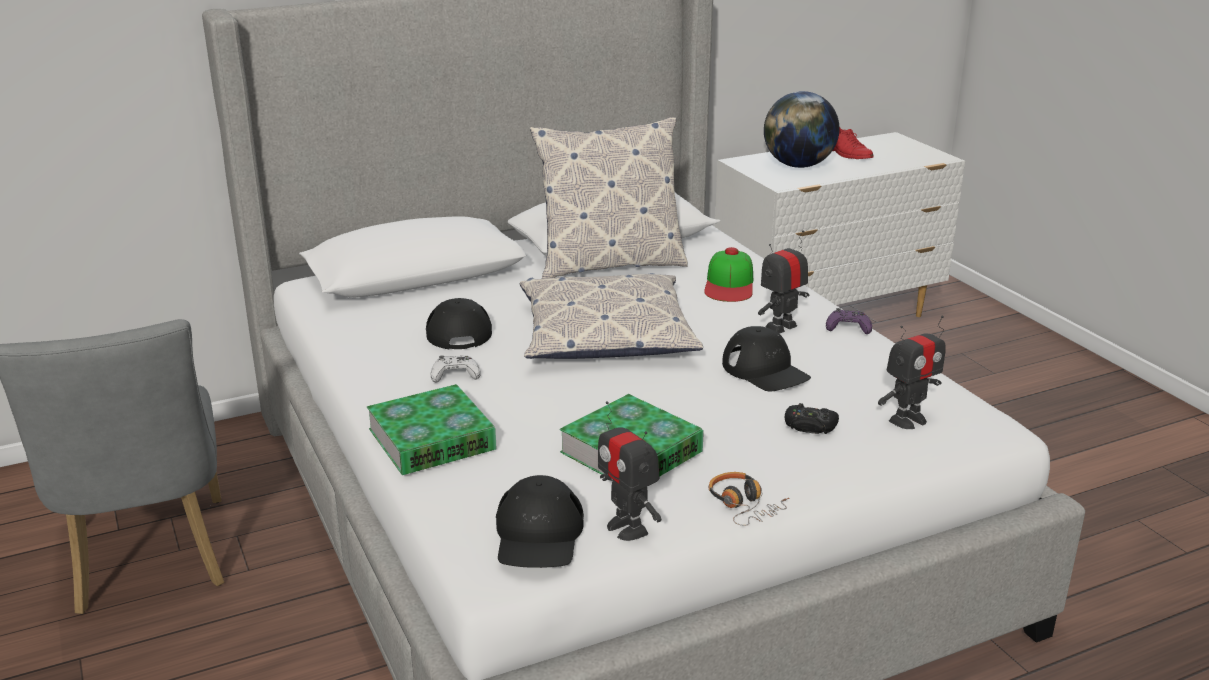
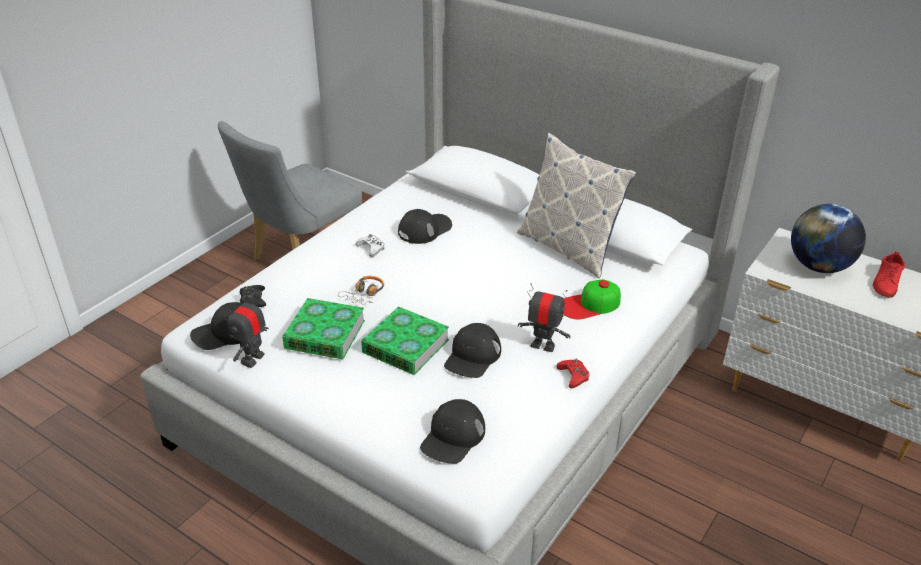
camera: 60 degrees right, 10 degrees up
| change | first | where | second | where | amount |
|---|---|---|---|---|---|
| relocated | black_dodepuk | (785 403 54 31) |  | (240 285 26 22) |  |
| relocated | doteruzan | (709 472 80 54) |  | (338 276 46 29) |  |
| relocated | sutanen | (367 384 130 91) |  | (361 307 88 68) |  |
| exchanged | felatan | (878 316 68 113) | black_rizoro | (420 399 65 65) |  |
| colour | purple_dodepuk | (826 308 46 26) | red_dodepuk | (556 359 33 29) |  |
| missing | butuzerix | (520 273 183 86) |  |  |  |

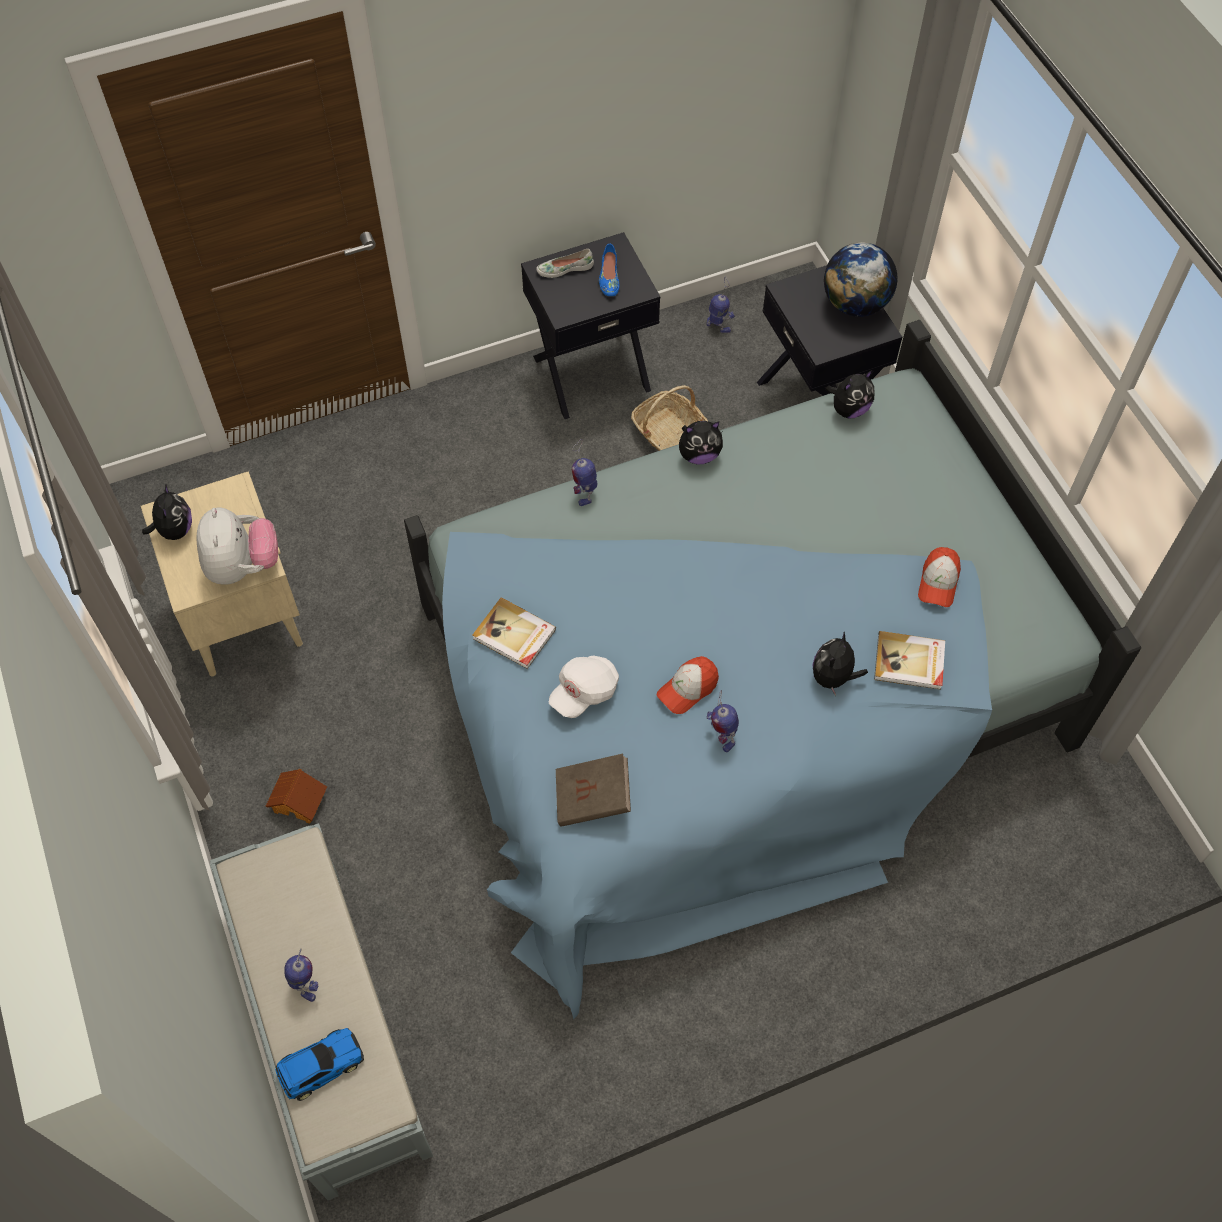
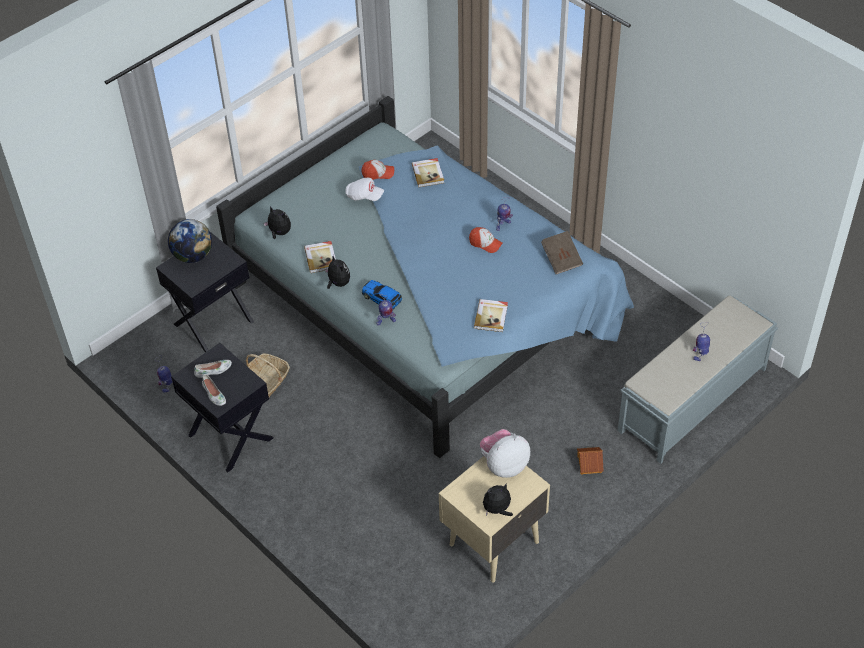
camera: 110 degrees left, 10 degrees down
| change | first | where | second | where | amount |
|---|---|---|---|---|---|
| colour | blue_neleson | (599 244 20 52) | white_neleson | (194 360 38 18) |  |
| appeared |  |  | sutanen | (304 241 32 32) |  |
| relocated | white_rizoro | (549 656 70 62) |  | (346 177 38 24) |  |
| relocated | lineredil | (275 1028 89 73) |  | (362 280 40 29) |  |
| missing | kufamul | (813 632 55 64) |  |  |  |

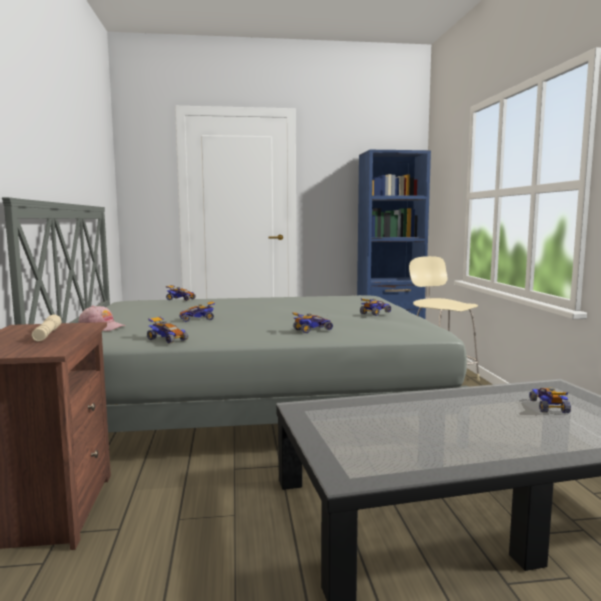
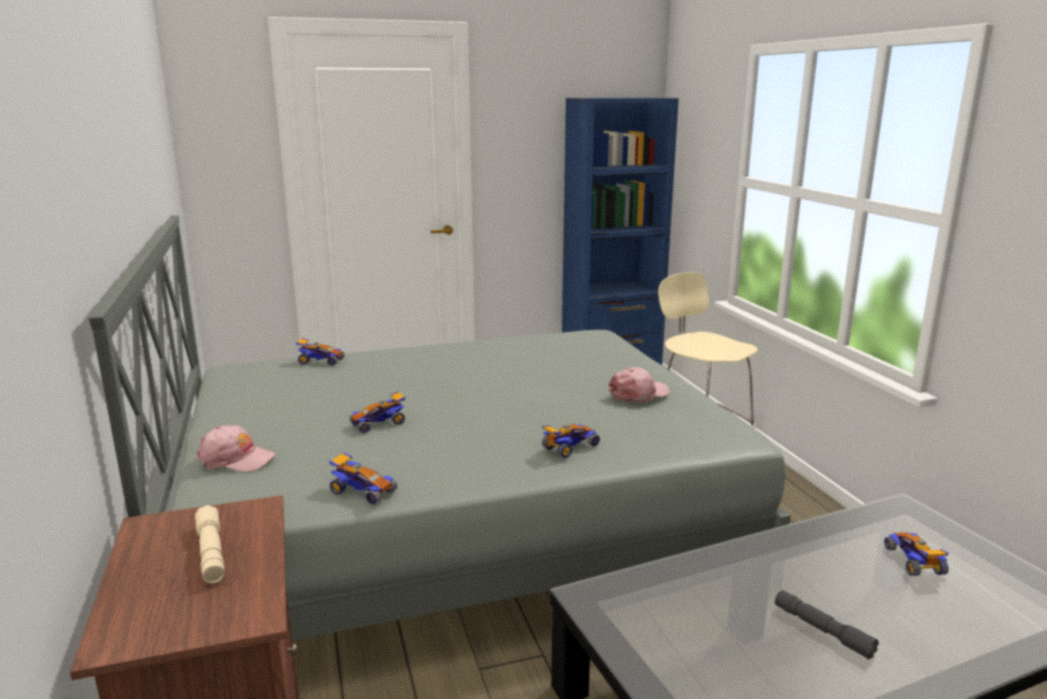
camera: 10 degrees left, 10 degrees up
| change | first | where | second | where | amount |
|---|---|---|---|---|---|
| exchanged | lineredil | (360 298 31 18) | pink_rizoro | (609 367 61 35) |  |
| appeared |  |  | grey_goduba | (775 590 104 70) |  |

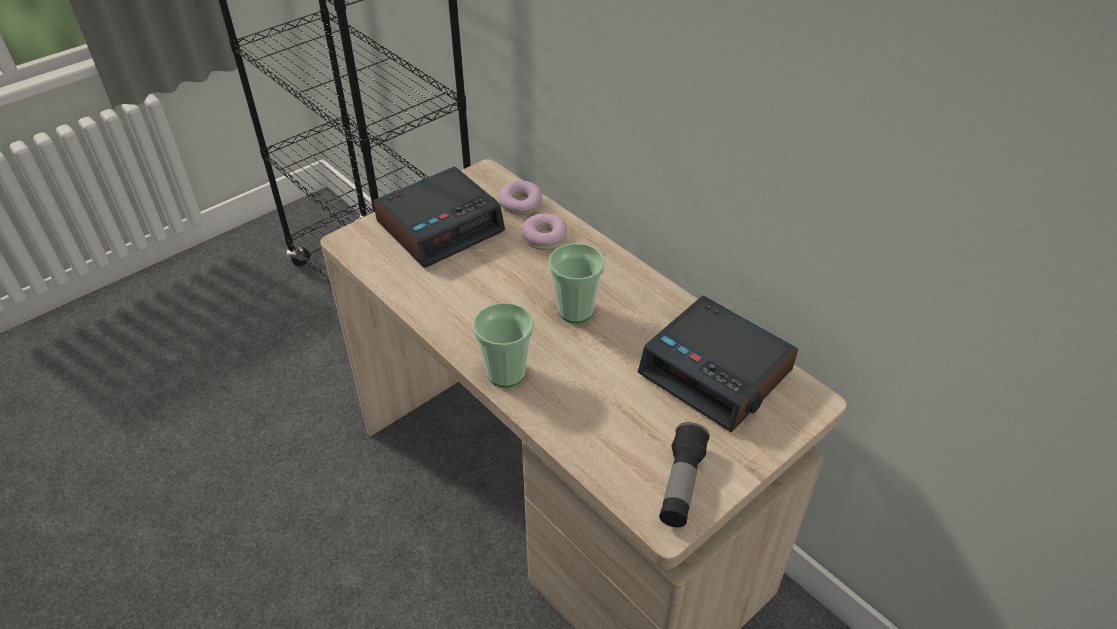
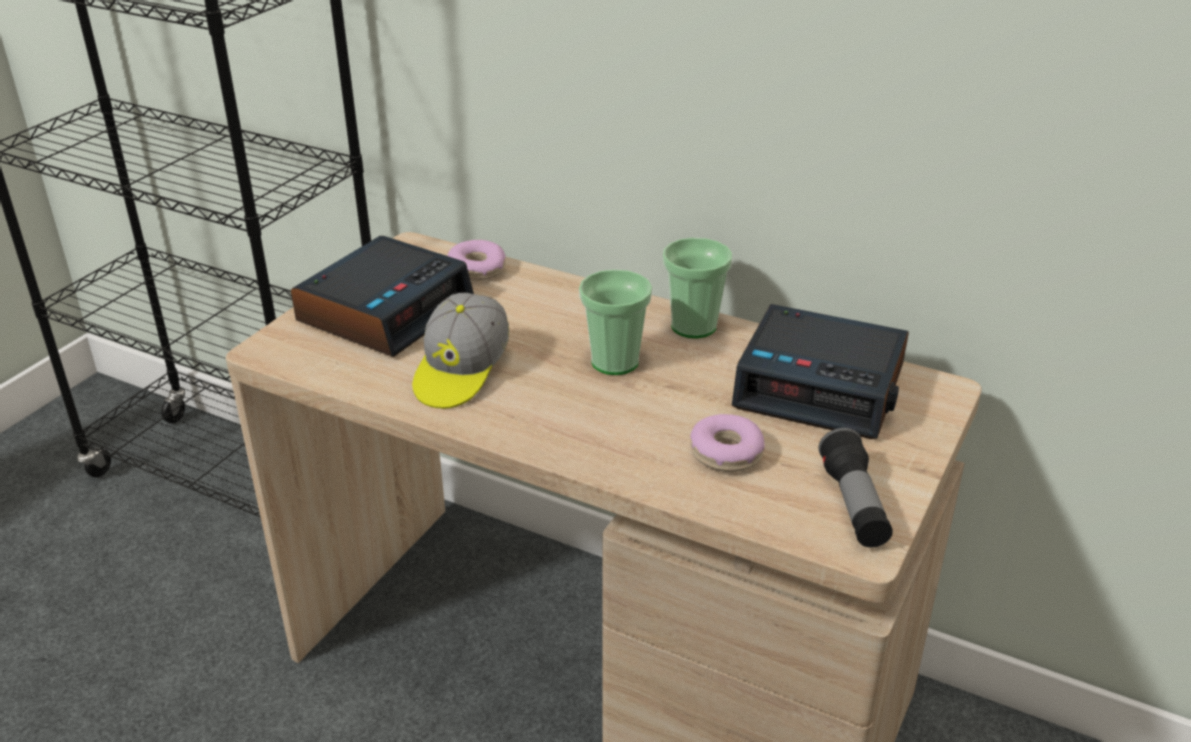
camera: 20 degrees left, 10 degrees down
| change | first | where | second | where | amount |
|---|---|---|---|---|---|
| appeared |  |  | rizoro | (412 293 97 116) |  |
| relocated | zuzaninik | (473 302 61 86) |  | (663 238 69 100) |  |
| relocated | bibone | (521 213 46 37) |  | (690 414 75 58) |  |

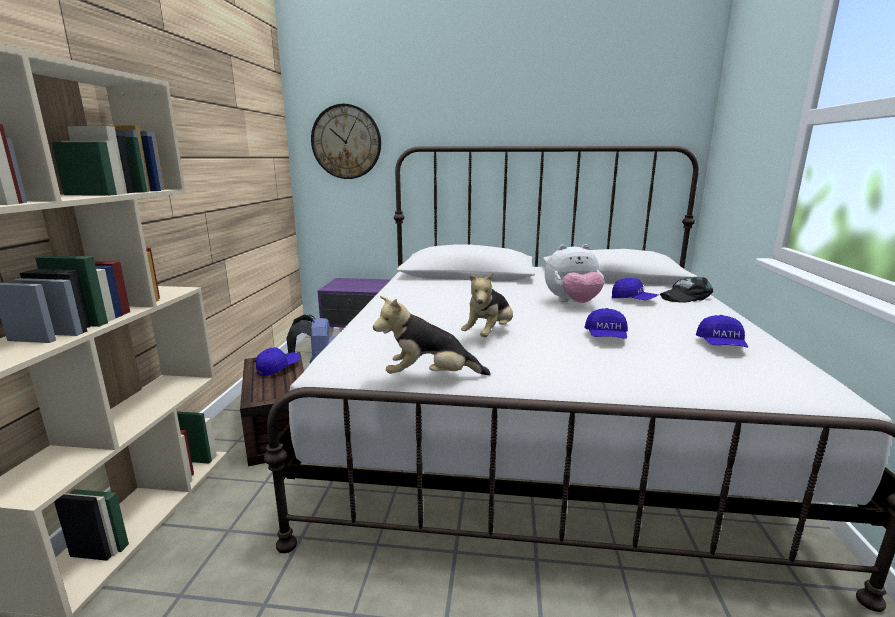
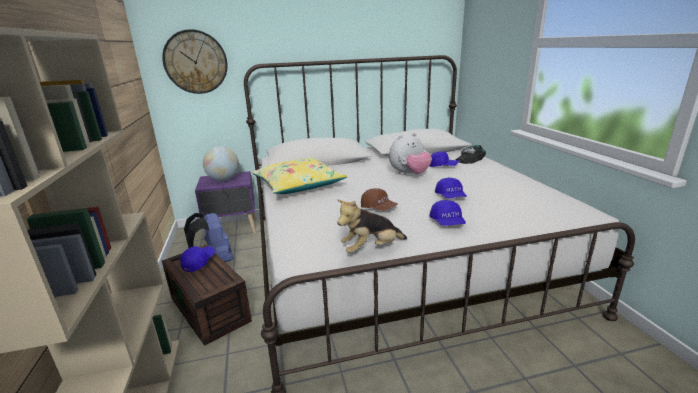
camera: 20 degrees left, 5 degrees up
| change | first | where | second | where | amount |
|---|---|---|---|---|---|
| appeared |  |  | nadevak | (203 146 36 35) |  |
| appeared |  |  | yellow_butuzerix | (252 158 95 36) |  |
| exchanged | kufamul | (461 272 52 65) | brown_rizoro | (361 188 36 23) |  |
| relocated | blue_rizoro | (696 315 52 33) |  | (430 200 36 26) |  |

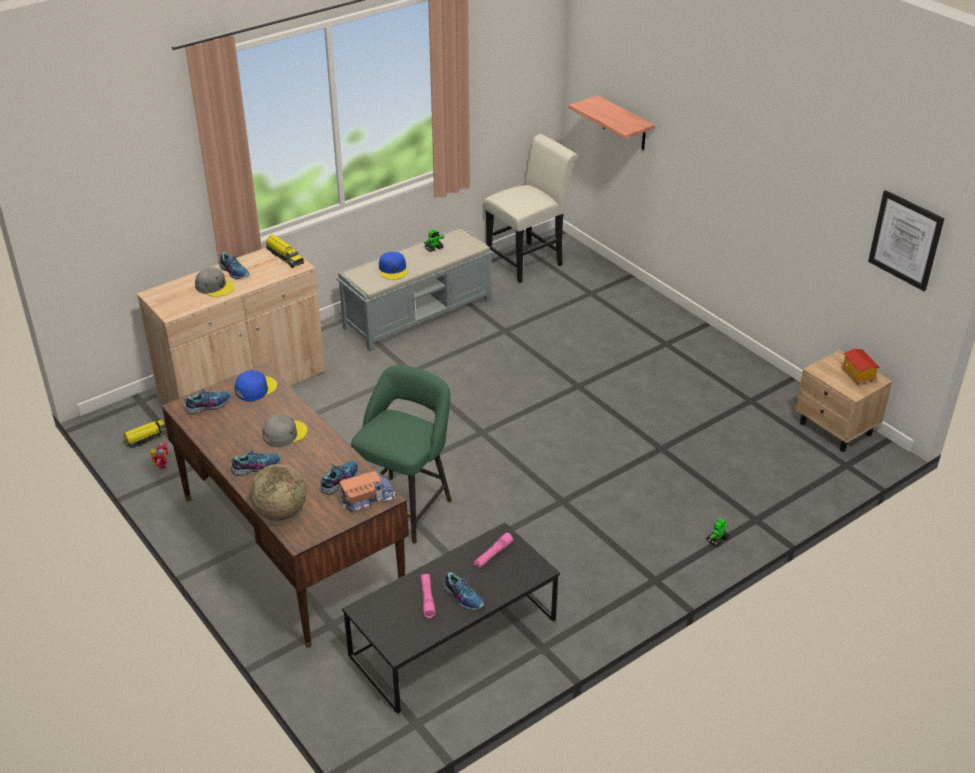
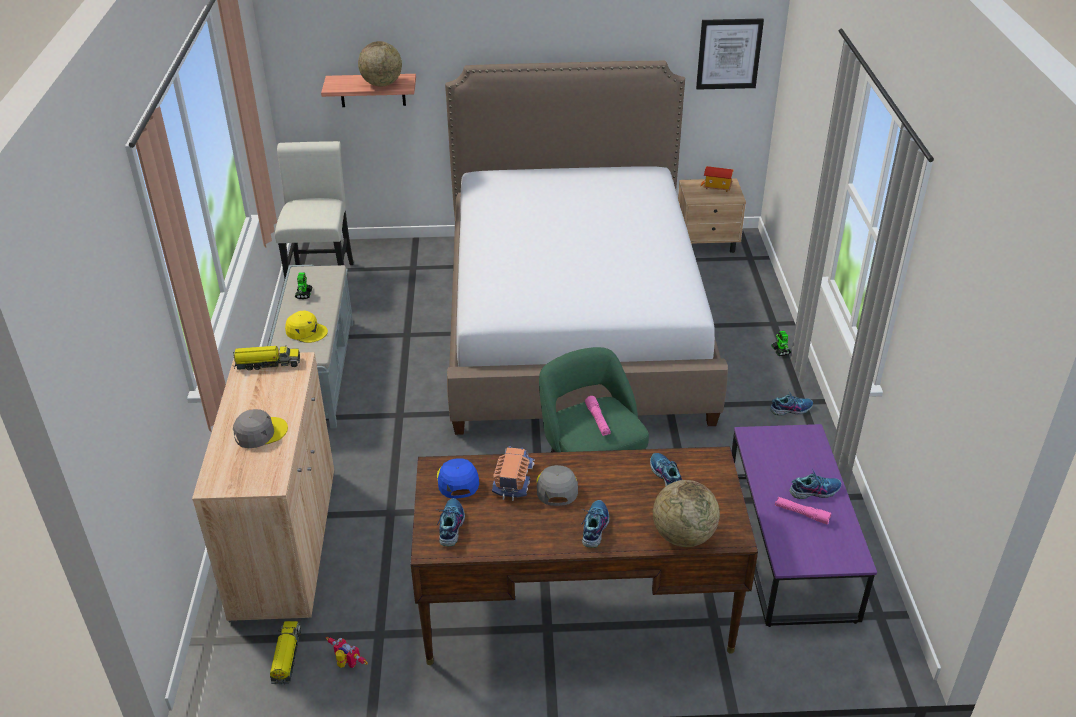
camera: 55 degrees left, 0 degrees up
| change | first | where | second | where | amount |
|---|---|---|---|---|---|
| colour | blue_rizoro | (379 252 28 28) | yellow_rizoro | (285 310 43 33) |  |
| appeared |  |  | nadevak | (358 41 44 46) |  |
| appeared |  |  | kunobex | (445 61 283 374) |  |
| relocated | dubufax | (339 471 57 41) |  | (492 446 43 55) |  |
| relocated | pink_goduba | (474 533 39 35) |  | (585 396 26 39) |  |
| colour | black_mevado | (342 522 218 192) | purple_mevado | (731 424 146 203) |  |
| relocated | neleson | (219 252 31 27) |  | (770 391 43 25) |  |

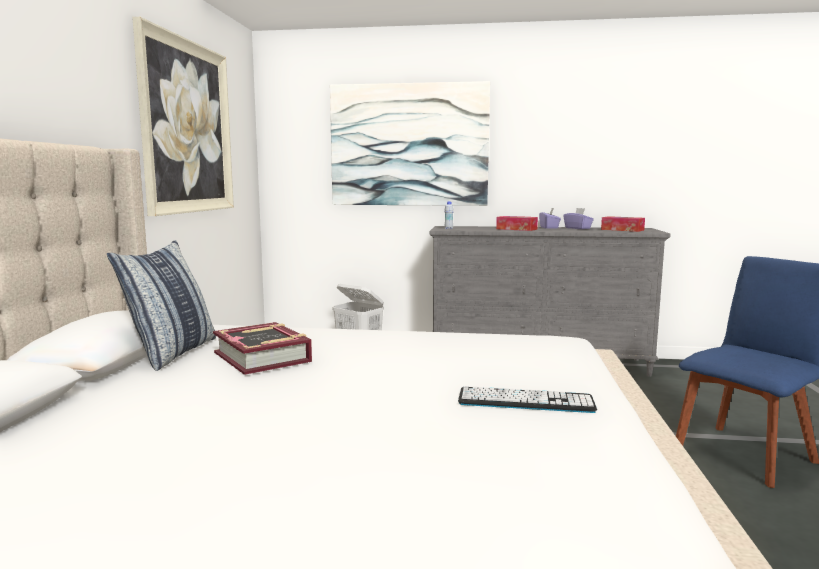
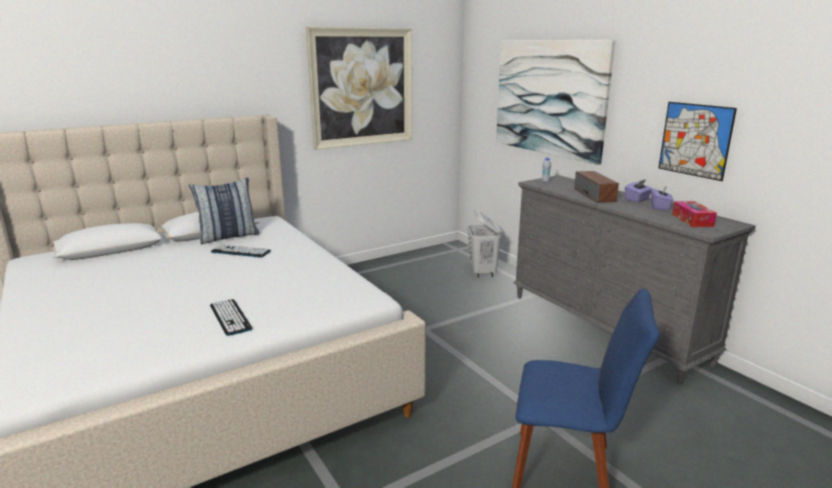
camera: 50 degrees right, 10 degrees up
| change | first | where | second | where | amount |
|---|---|---|---|---|---|
| exchanged | sutanen | (213 322 99 53) | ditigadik | (211 244 60 14) |  |
| exchanged | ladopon | (496 216 42 15) | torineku | (574 171 45 32) |  |
| appeared |  |  | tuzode | (659 102 78 79) |  |

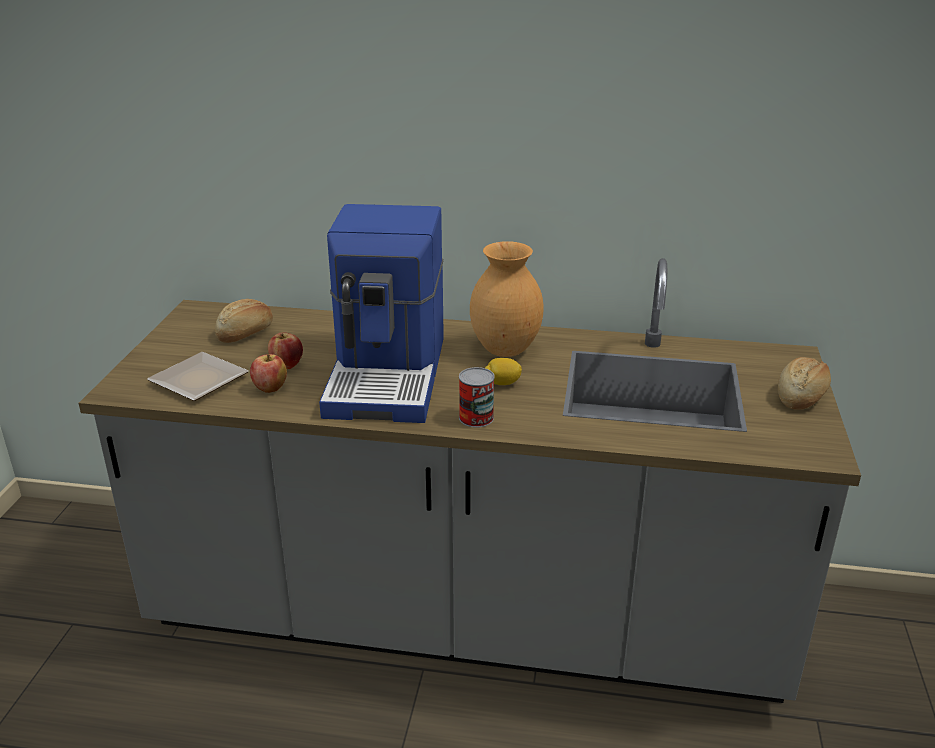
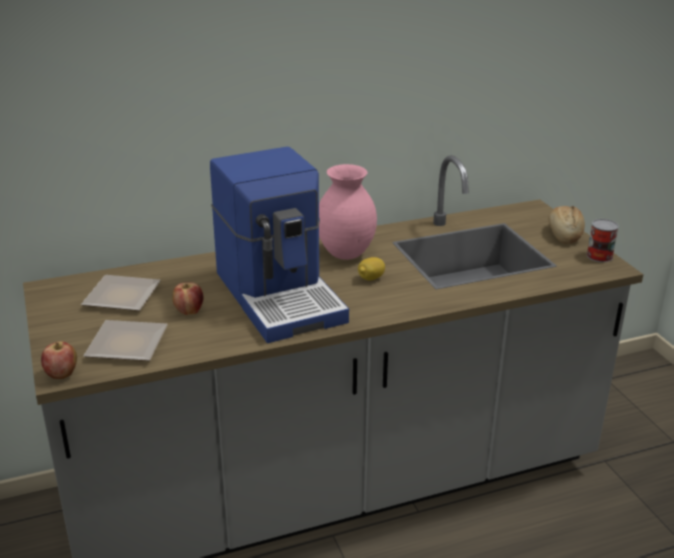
camera: 30 degrees left, 0 degrees up
| change | first | where | second | where | amount |
|---|---|---|---|---|---|
| relocated | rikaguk | (250 354 37 39) |  | (41 342 36 37) |  |
| exchanged | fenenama | (215 299 58 44) | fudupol | (81 275 80 36) |  |
| colour | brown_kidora | (470 241 74 116) | pink_kidora | (319 164 58 96) |  |
| relocated | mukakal | (459 367 36 61) |  | (587 219 32 43) |  |

